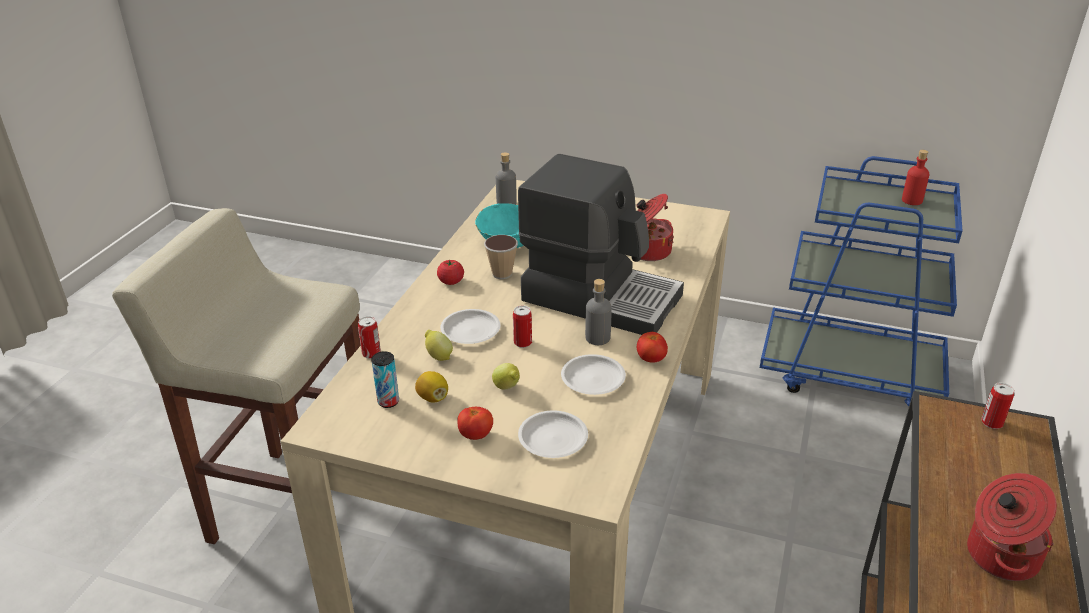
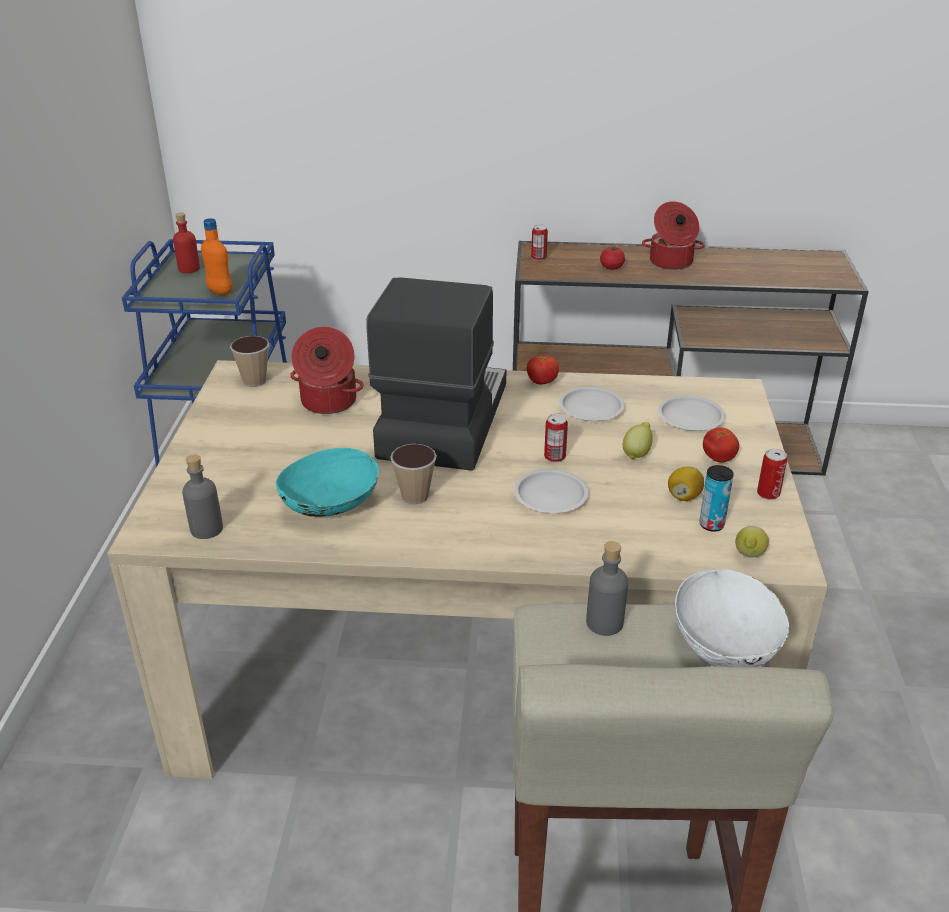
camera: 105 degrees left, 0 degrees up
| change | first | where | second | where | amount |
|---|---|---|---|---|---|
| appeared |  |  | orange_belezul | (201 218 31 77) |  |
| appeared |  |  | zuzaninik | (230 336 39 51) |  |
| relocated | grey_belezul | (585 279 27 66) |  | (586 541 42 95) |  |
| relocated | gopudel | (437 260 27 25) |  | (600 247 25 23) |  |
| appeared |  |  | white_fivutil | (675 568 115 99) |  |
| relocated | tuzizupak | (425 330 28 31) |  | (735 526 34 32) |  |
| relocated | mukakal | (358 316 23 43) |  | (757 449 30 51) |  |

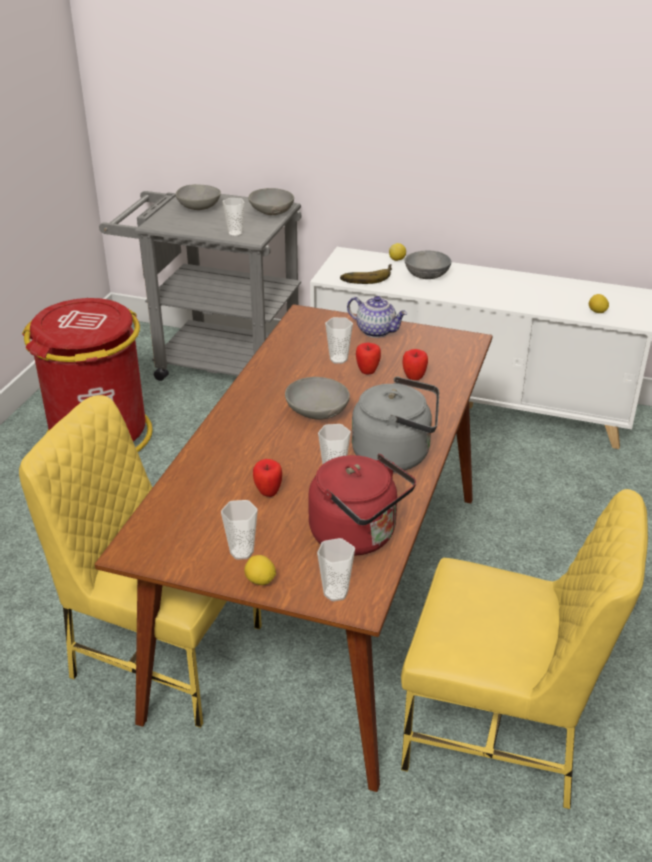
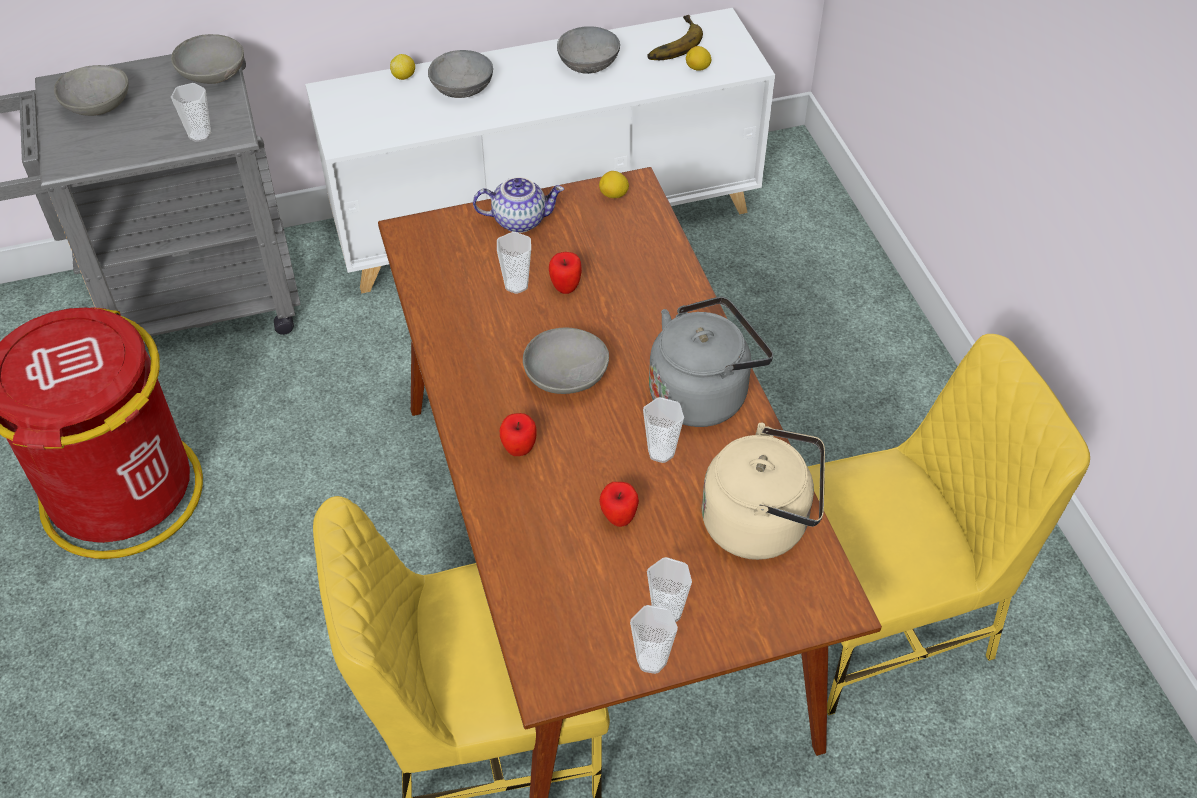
camera: 35 degrees left, 15 degrees up
| change | first | where | second | where | amount |
|---|---|---|---|---|---|
| relocated | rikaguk | (403 349 25 31) |  | (500 413 37 43) |  |
| appeared |  |  | grey_fivutil | (557 26 63 48) |  |
| relocated | tuzizupak | (244 555 32 30) |  | (599 171 30 27) |  |
| relocated | zuzaninik | (317 538 38 63) |  | (630 605 48 69) |  |
| relocated | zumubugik | (340 264 52 20) |  | (647 15 56 45) |  |
| colour | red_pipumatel | (308 454 108 101) | beige_pipumatel | (702 422 123 138) |  |

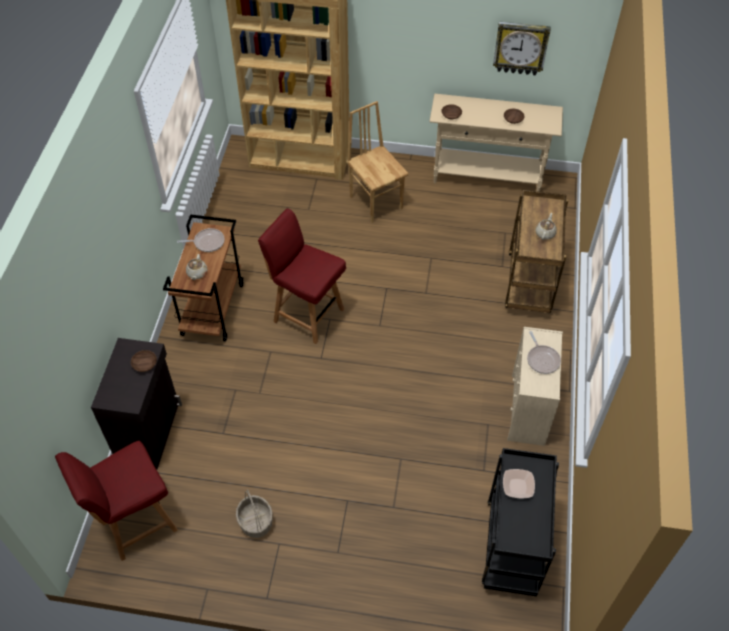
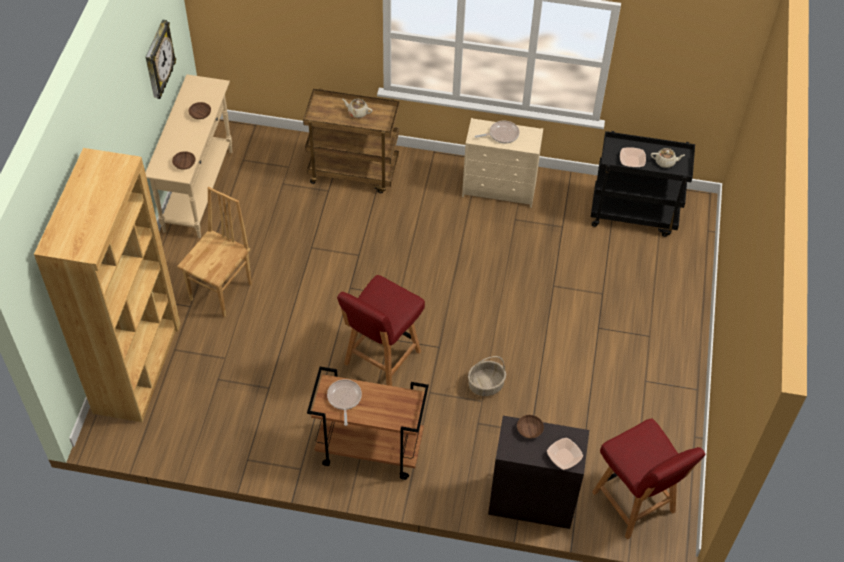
camera: 90 degrees left, 0 degrees up
| change | first | where | second | where | amount |
|---|---|---|---|---|---|
| spun | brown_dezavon | (346 101 63 122) |  | (177 187 75 130) | 150 degrees clockwise |
| relocated | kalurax | (236 490 37 48) |  | (468 356 38 40) |  |
| appeared |  |  | fivutil | (547 438 36 32) |  |
| relocated | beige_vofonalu | (186 254 21 26) |  | (651 148 34 20) |  |

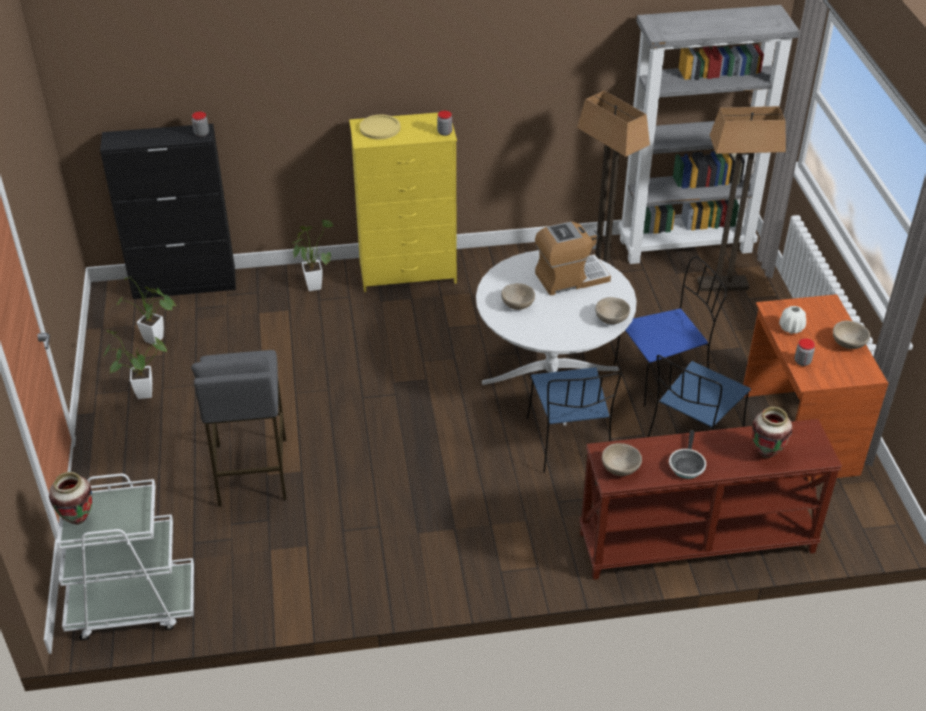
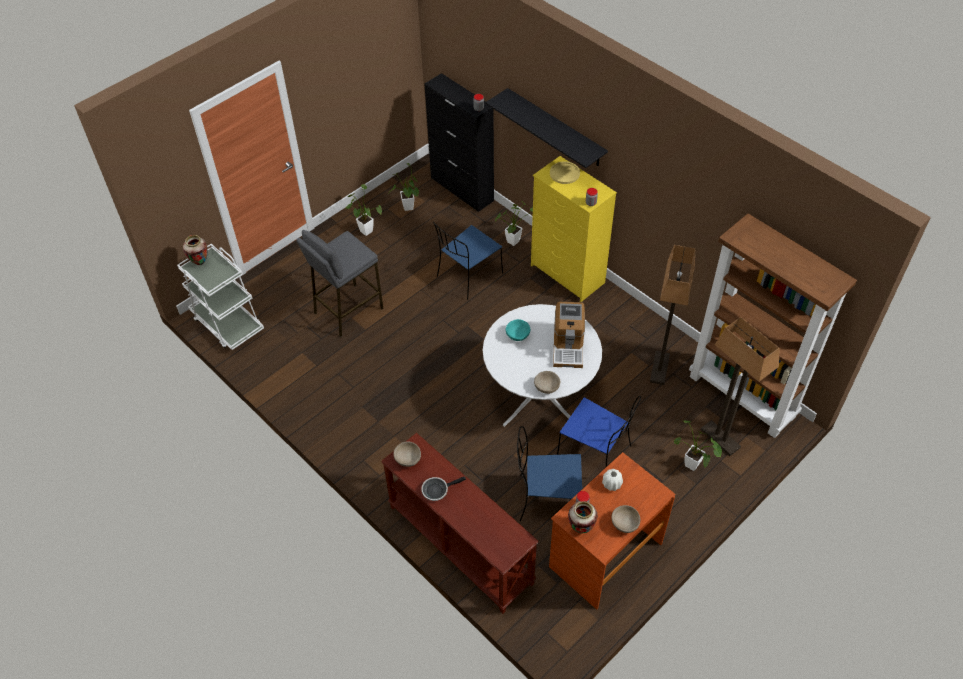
camera: 55 degrees right, 10 degrees up
| change | first | where | second | where | amount |
|---|---|---|---|---|---|
| relocated | blue_dezavon | (527 367 94 106) |  | (433 222 70 78) |  |
| appeared |  |  | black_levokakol | (486 88 122 80) |  |
| colour | beige_fivutil | (501 283 34 27) | turquoise_fivutil | (506 319 24 22) |  |
| spun | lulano | (535 221 76 75) |  | (553 302 32 66) | 60 degrees clockwise |
| relocated | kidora | (752 407 40 51) |  | (568 501 30 32) |  |
| appeared |  |  | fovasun | (674 420 48 51) |  |
| colour | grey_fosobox | (618 5 182 259) | brown_fosobox | (689 214 168 224) |  |

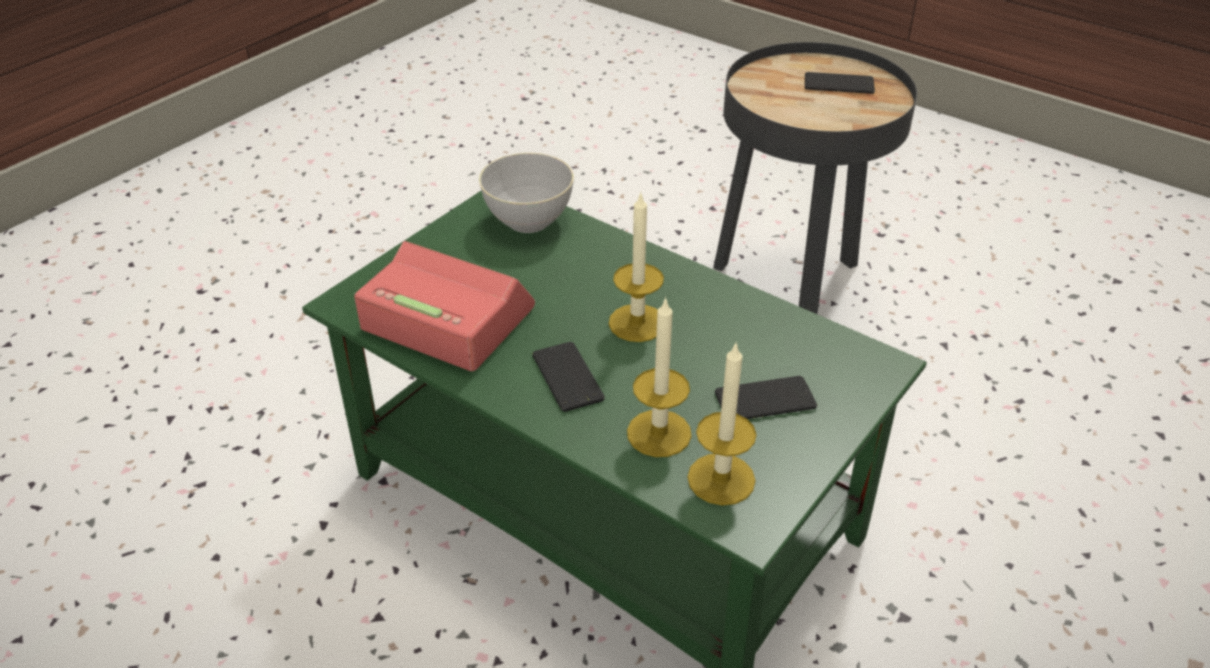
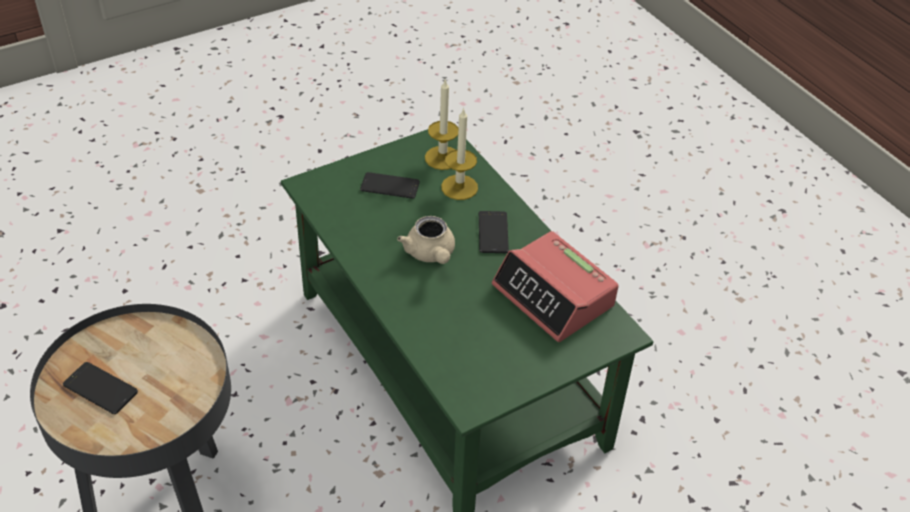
camera: 160 degrees left, 5 degrees up
| change | first | where | second | where | amount |
|---|---|---|---|---|---|
| exchanged | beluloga | (609 191 55 151) | beige_vofonalu | (397 216 58 48) |  |
| missing | grey_fivutil | (479 153 95 80) |  |  |  |

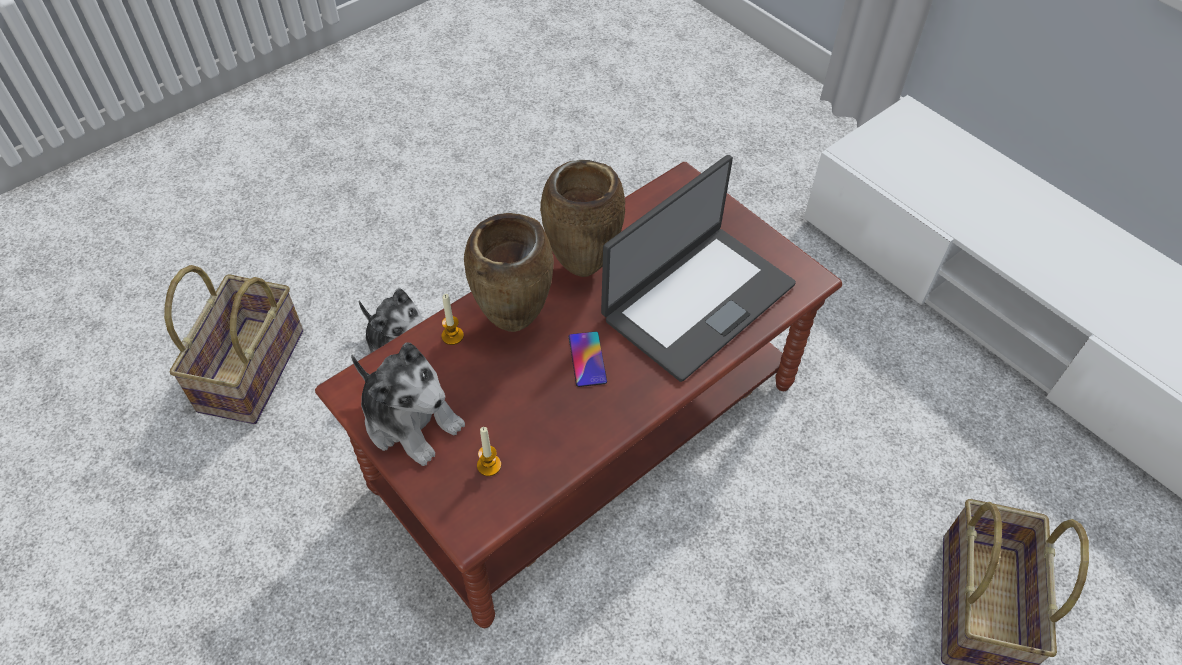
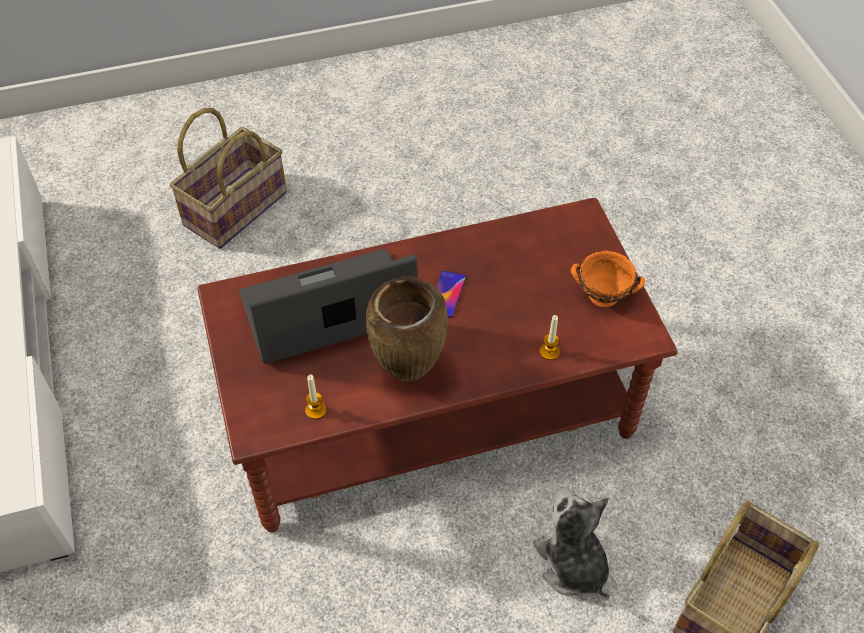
camera: 155 degrees left, 0 degrees up
| change | first | where | second | where | amount |
|---|---|---|---|---|---|
| relocated | beluloga | (477 427 24 49) |  | (305 375 21 44) |  |
| exchanged | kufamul | (351 342 114 124) | orange_fivutil | (571 251 74 56) |  |
| missing | brown_kidora | (464 213 90 119) |  |  |  |

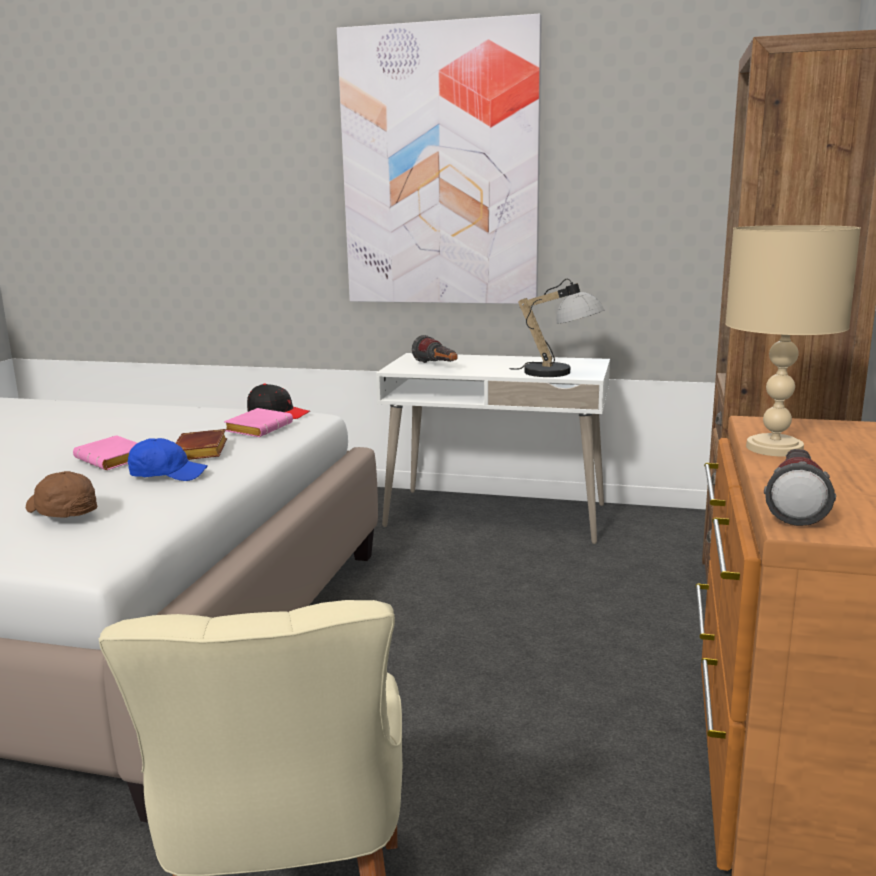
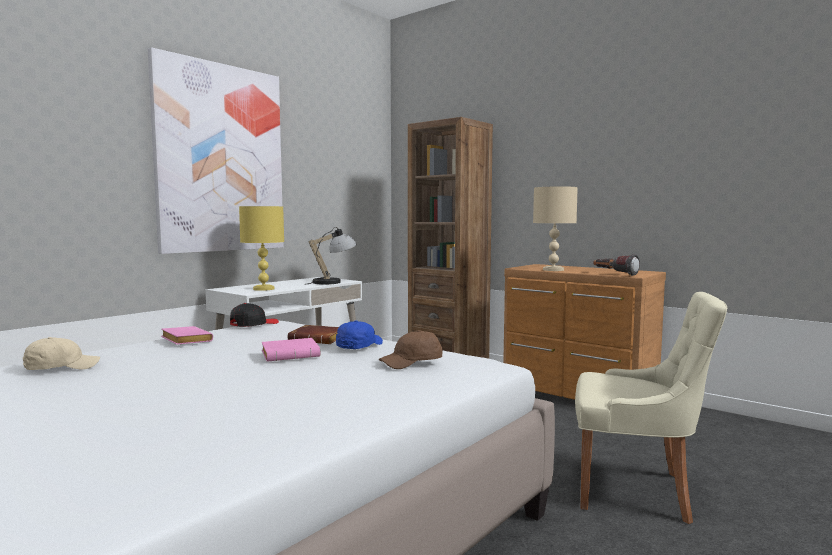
camera: 65 degrees left, 10 degrees down
| change | first | where | second | where | amount |
|---|---|---|---|---|---|
| appeared |  |  | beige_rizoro | (22 337 78 33) |  |
| relocated | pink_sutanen | (224 408 69 29) |  | (161 326 52 19) |  |
| exchanged | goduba | (412 335 46 28) | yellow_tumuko | (239 206 45 85) |  |

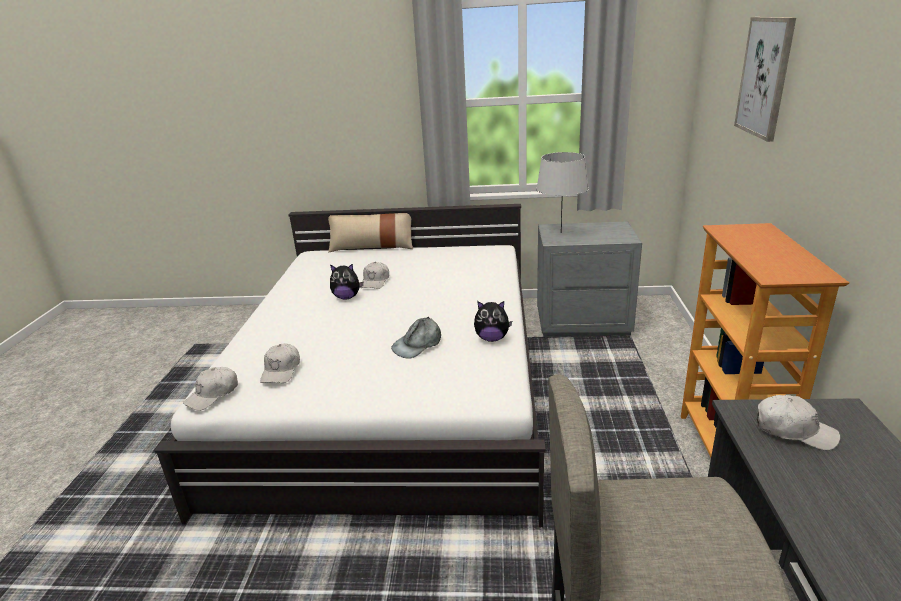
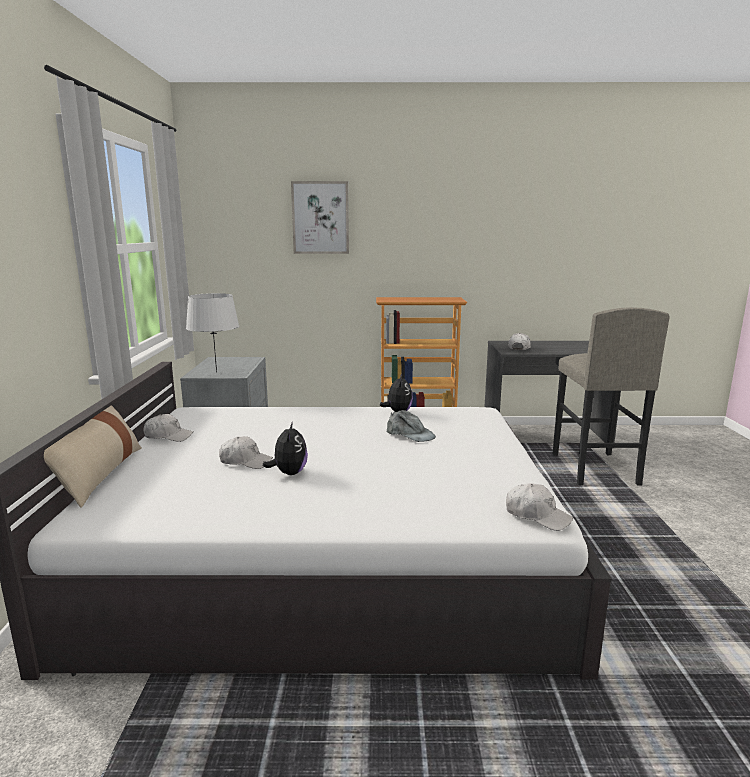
camera: 95 degrees left, 10 degrees down
| change | first | where | second | where | amount |
|---|---|---|---|---|---|
| relocated | white_rizoro | (260 344 40 39) |  | (144 414 49 28) |  |

